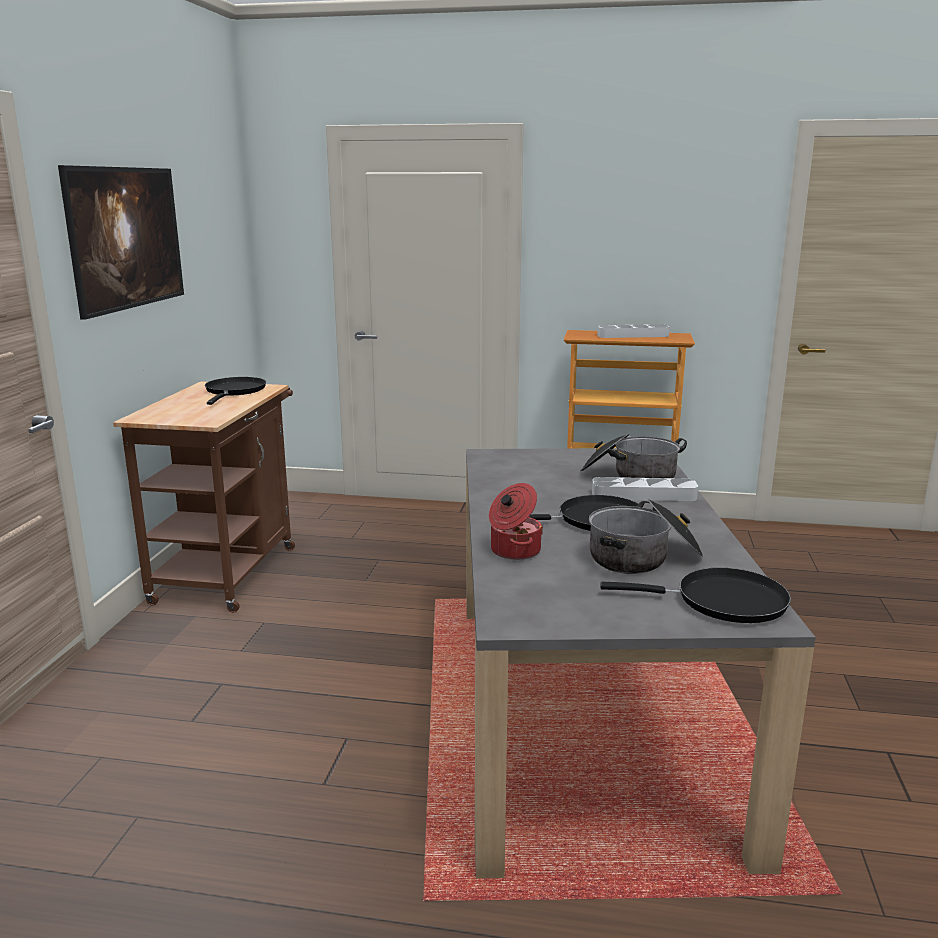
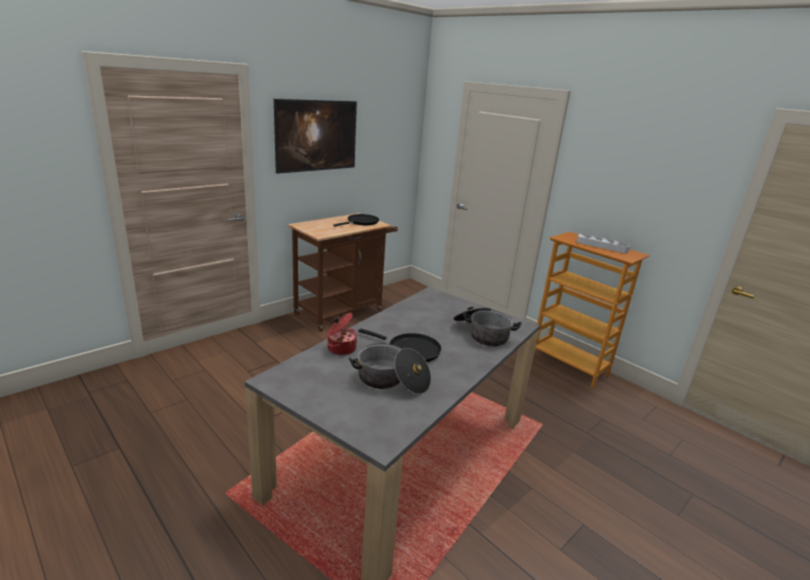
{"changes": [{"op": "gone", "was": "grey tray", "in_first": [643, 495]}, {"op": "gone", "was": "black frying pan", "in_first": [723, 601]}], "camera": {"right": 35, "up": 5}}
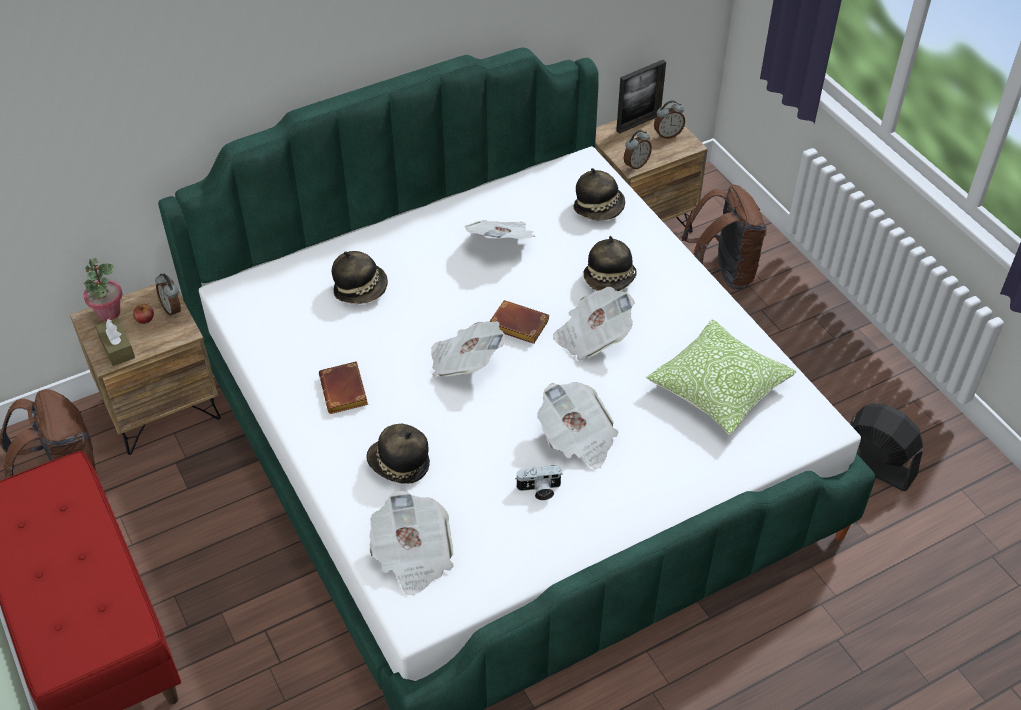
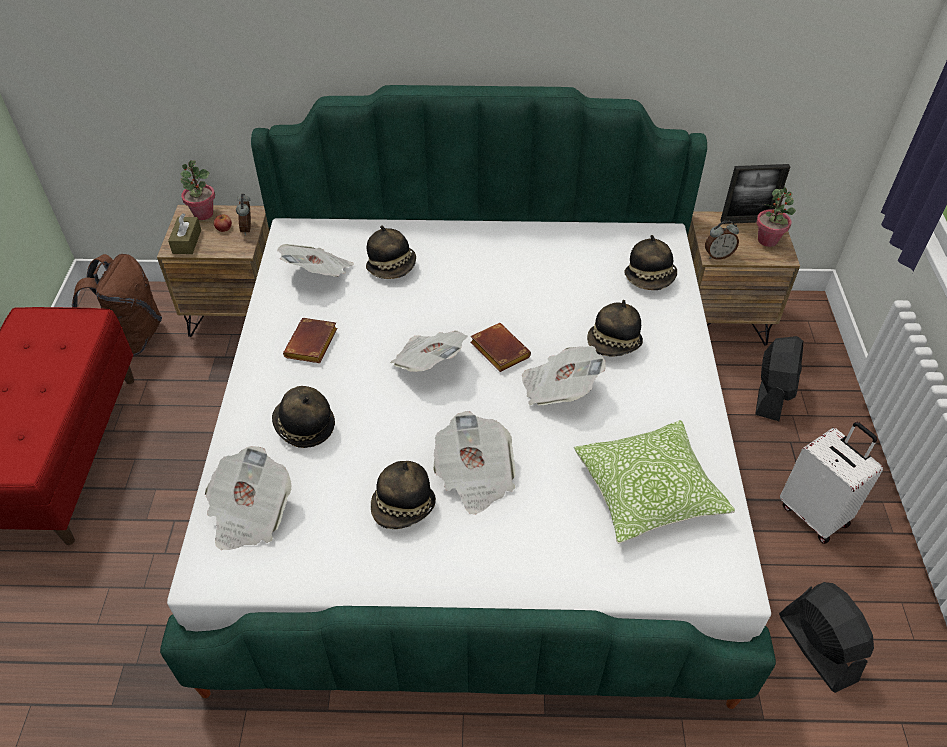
{"changes": [{"op": "shifted", "was": "newspaper", "in_first": [502, 243], "in_second": [319, 274]}, {"op": "swapped", "was": "photo camera", "now": "hat", "in_first": [539, 490], "in_second": [403, 508]}, {"op": "swapped", "was": "brown backpack", "now": "black fan", "in_first": [722, 273], "in_second": [772, 393]}, {"op": "swapped", "was": "alarm clock", "now": "potted plant", "in_first": [667, 135], "in_second": [767, 240]}, {"op": "new", "now": "white suitcase", "in_second": [814, 514]}], "camera": {"right": 30, "up": 0}}
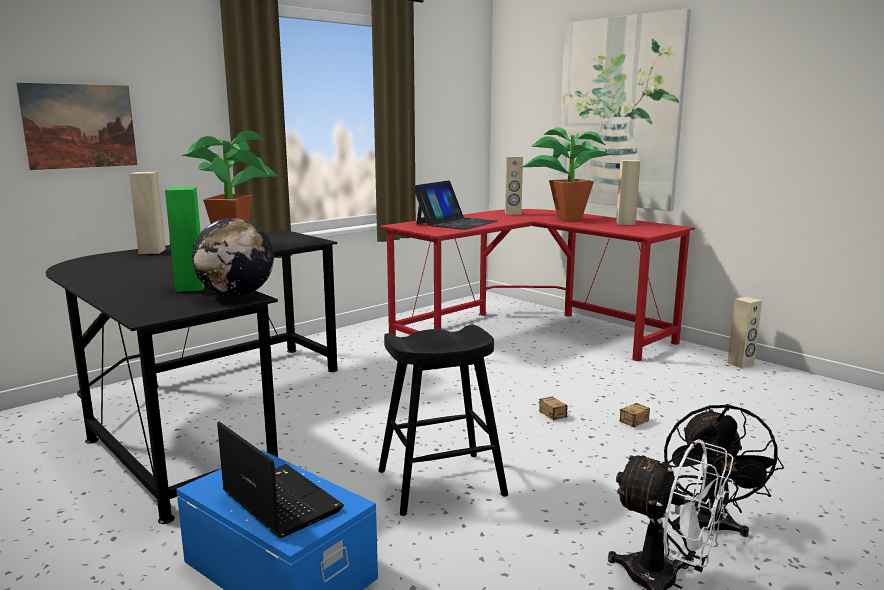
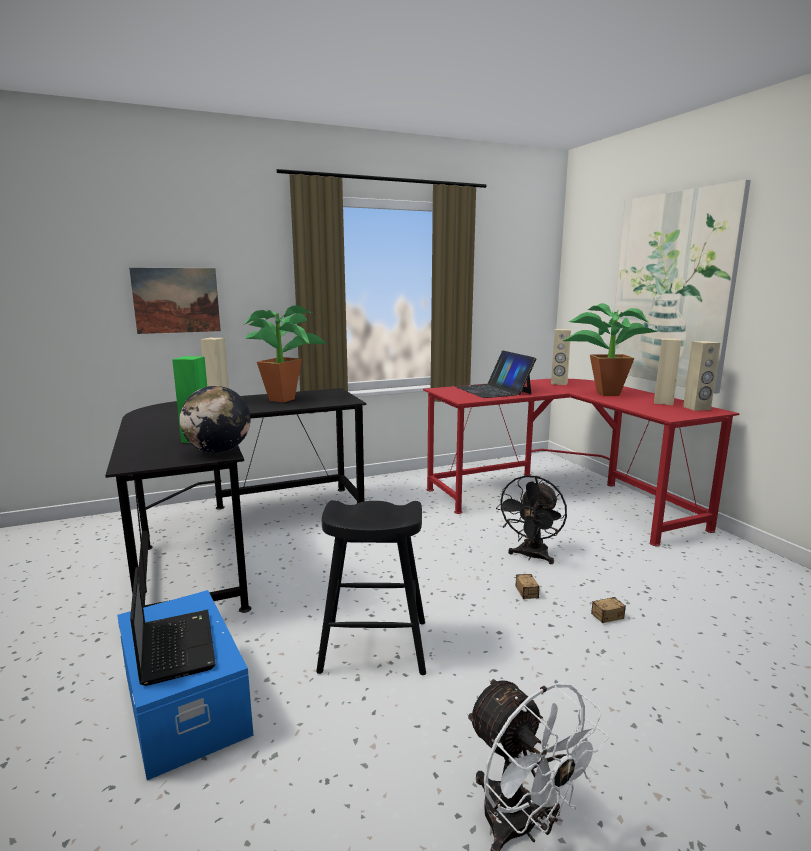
{"changes": [{"op": "rotated", "was": "laptop", "in_first": [456, 222], "in_second": [493, 390], "clockwise": 105}, {"op": "shifted", "was": "black fan", "in_first": [708, 528], "in_second": [531, 556]}, {"op": "shifted", "was": "beige speaker", "in_first": [741, 364], "in_second": [697, 408]}], "camera": {"right": 20, "up": 0}}
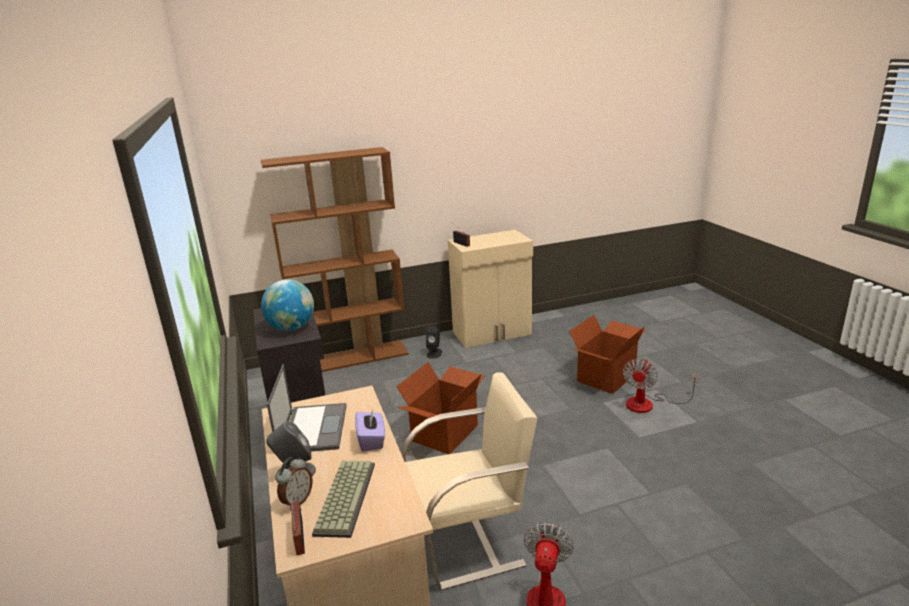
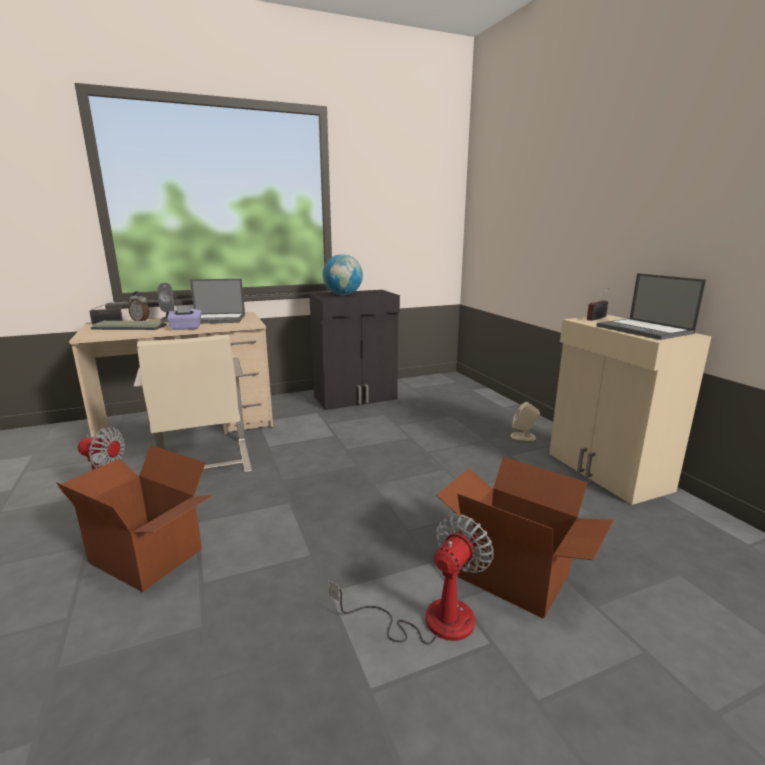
{"changes": [{"op": "shifted", "was": "cardboard box", "in_first": [444, 432], "in_second": [148, 555]}, {"op": "rotated", "was": "fan", "in_first": [648, 404], "in_second": [430, 620], "clockwise": 105}, {"op": "repainted", "was": "black speaker", "now": "beige speaker", "in_first": [434, 353], "in_second": [523, 437]}, {"op": "new", "now": "laptop", "in_second": [645, 330]}, {"op": "gone", "was": "brown bookcase", "in_first": [352, 358]}], "camera": {"right": 85, "up": -5}}
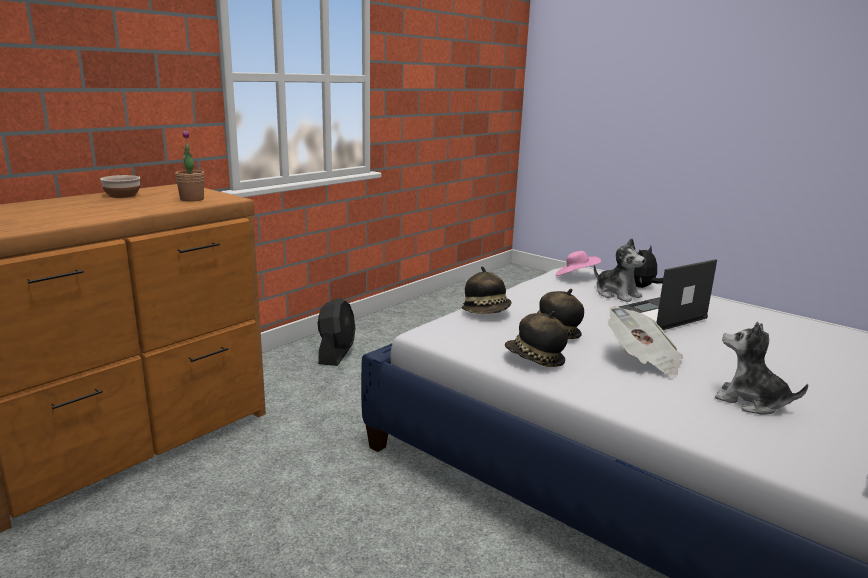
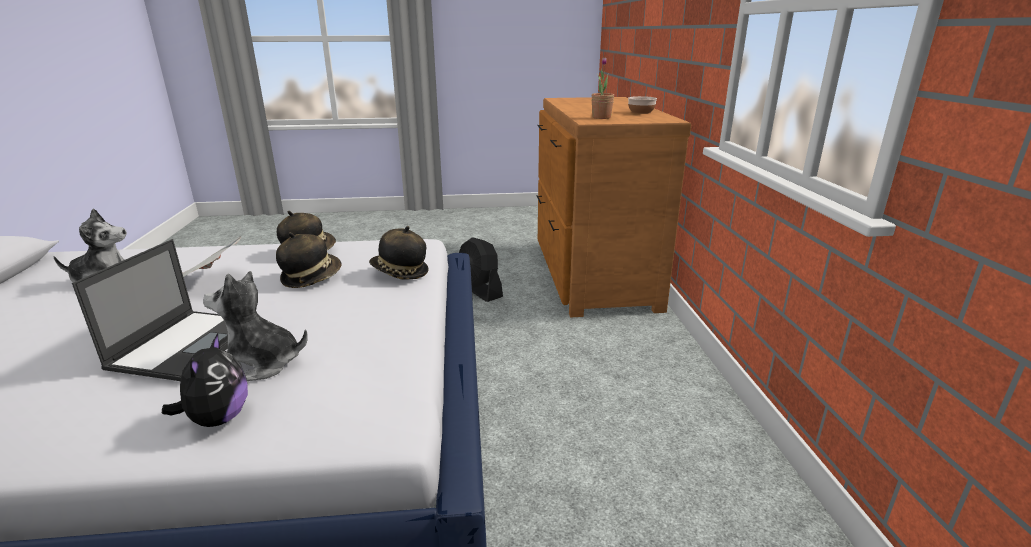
{"changes": [{"op": "shifted", "was": "black fan", "in_first": [336, 353], "in_second": [480, 290]}, {"op": "gone", "was": "pink hat", "in_first": [576, 277]}], "camera": {"right": 135, "up": 5}}
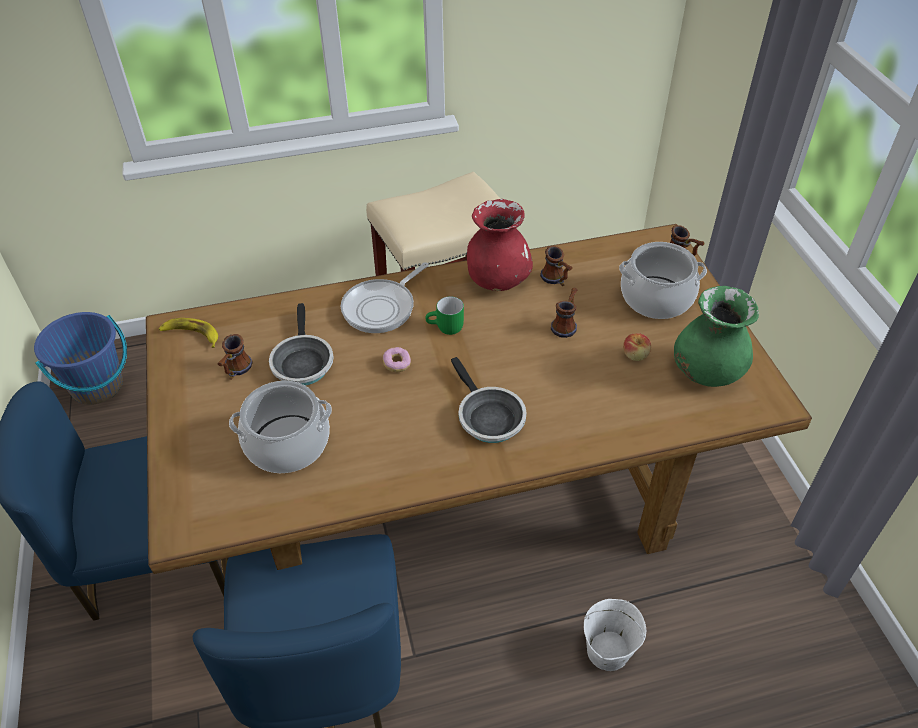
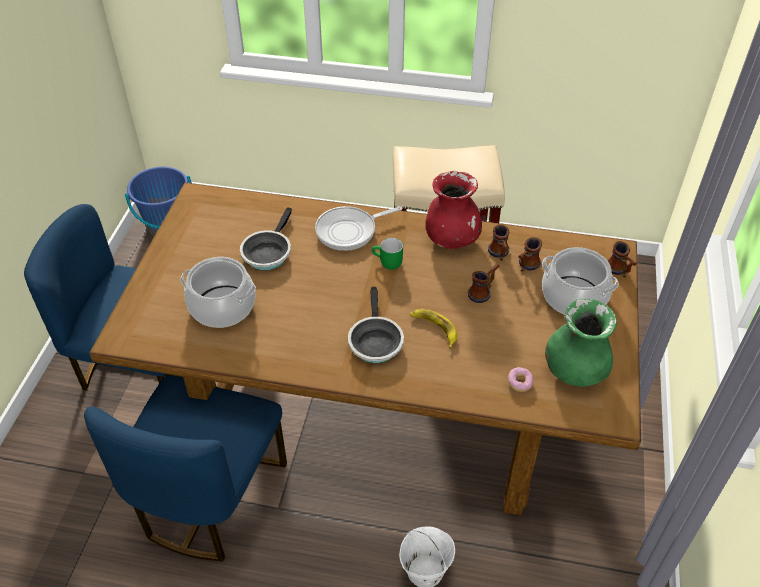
{"changes": [{"op": "shifted", "was": "banana", "in_first": [191, 335], "in_second": [434, 328]}, {"op": "shifted", "was": "donut", "in_first": [397, 364], "in_second": [519, 383]}, {"op": "shifted", "was": "mug", "in_first": [235, 371], "in_second": [526, 266]}, {"op": "gone", "was": "apple", "in_first": [635, 355]}], "camera": {"right": 25, "up": 0}}
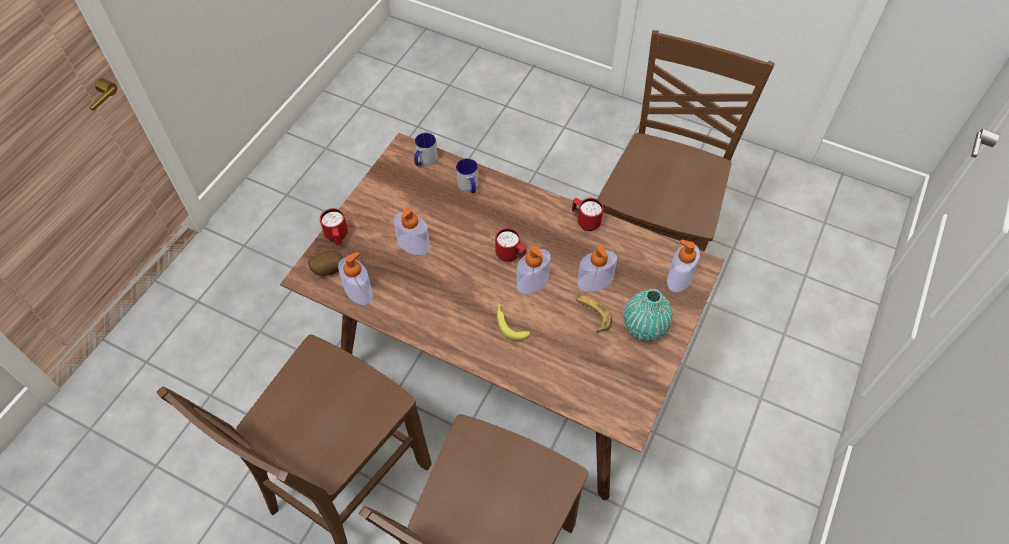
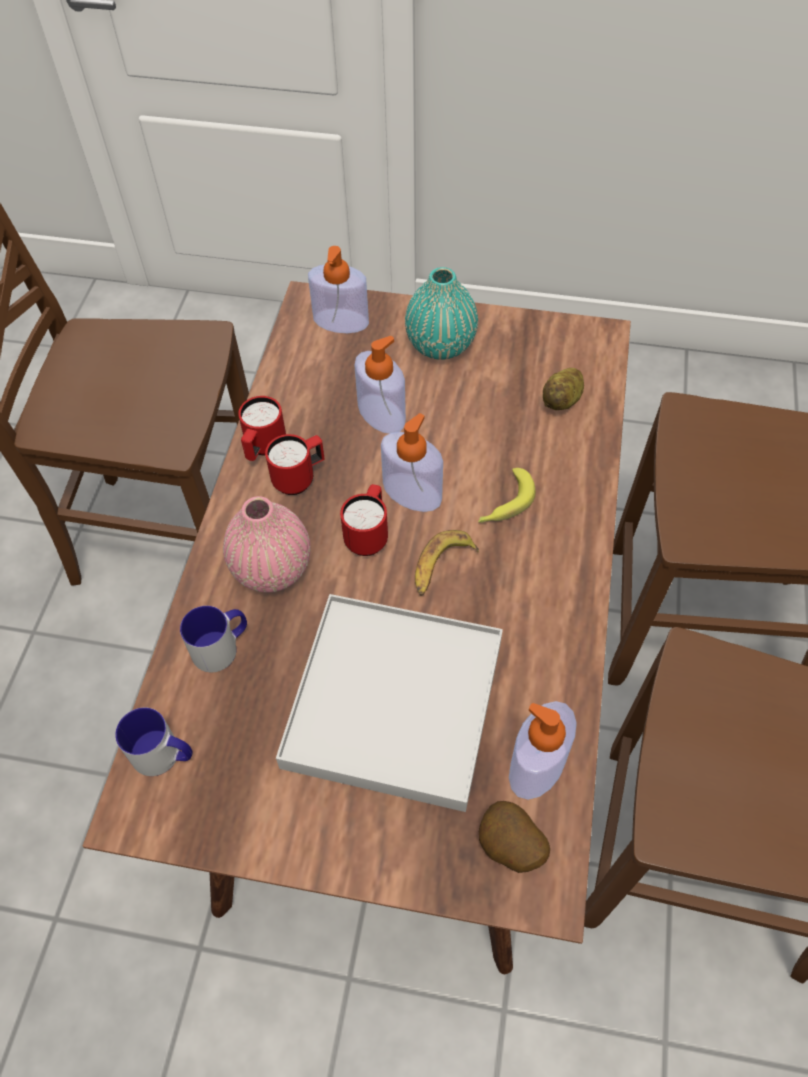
{"changes": [{"op": "new", "now": "pink vase", "in_second": [272, 568]}, {"op": "shifted", "was": "red mug", "in_first": [337, 237], "in_second": [299, 478]}, {"op": "swapped", "was": "soap dispenser", "now": "white tray", "in_first": [413, 244], "in_second": [393, 702]}, {"op": "shifted", "was": "banana", "in_first": [592, 314], "in_second": [441, 567]}, {"op": "new", "now": "potato", "in_second": [563, 400]}], "camera": {"right": -105, "up": 0}}
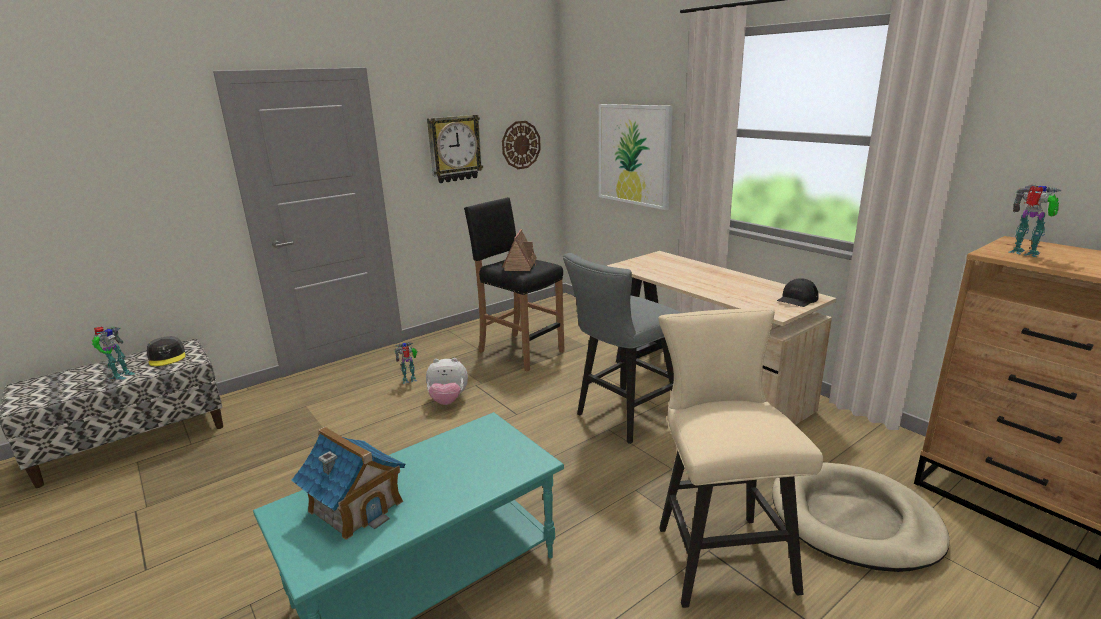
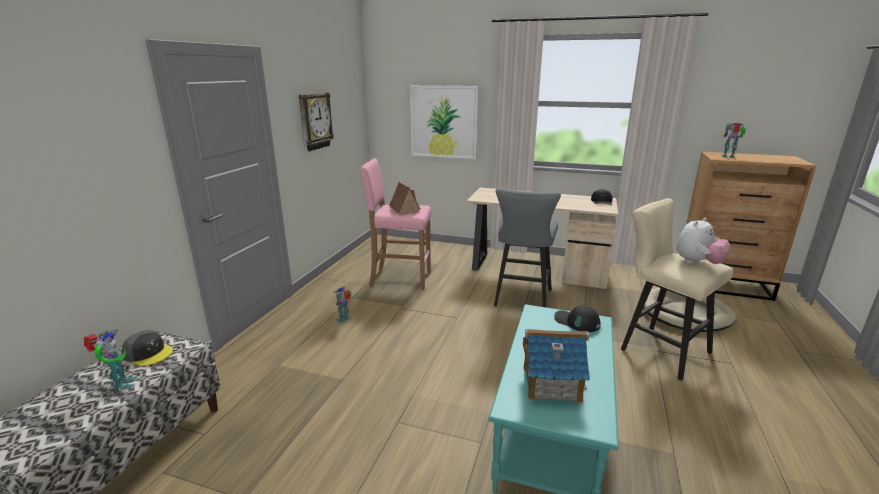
{"changes": [{"op": "repainted", "was": "black stool", "now": "pink stool", "in_first": [520, 351], "in_second": [400, 278]}, {"op": "new", "now": "black cap", "in_second": [576, 322]}, {"op": "shifted", "was": "plush toy", "in_first": [448, 400], "in_second": [697, 263]}, {"op": "gone", "was": "wall clock", "in_first": [521, 145]}], "camera": {"right": -35, "up": 0}}
